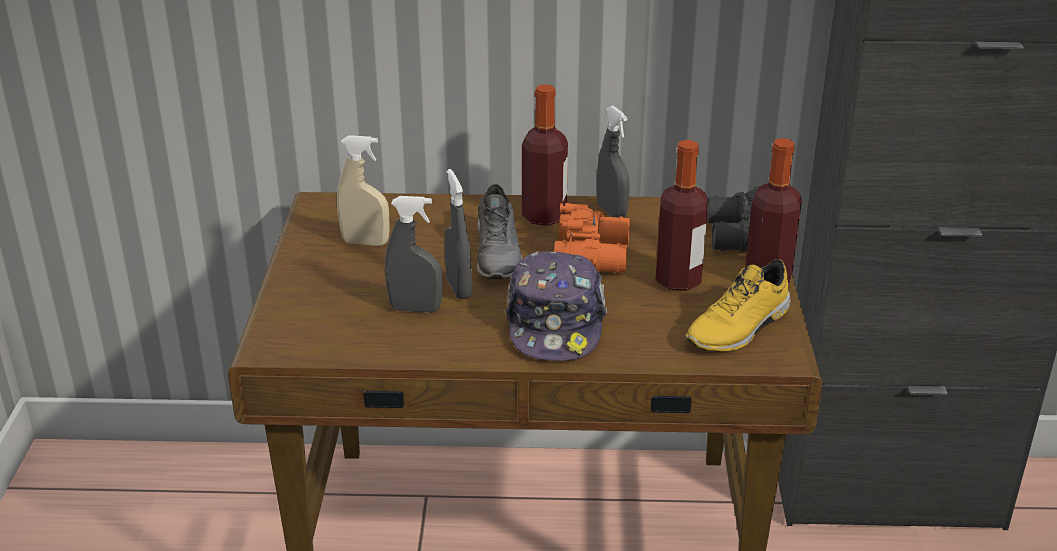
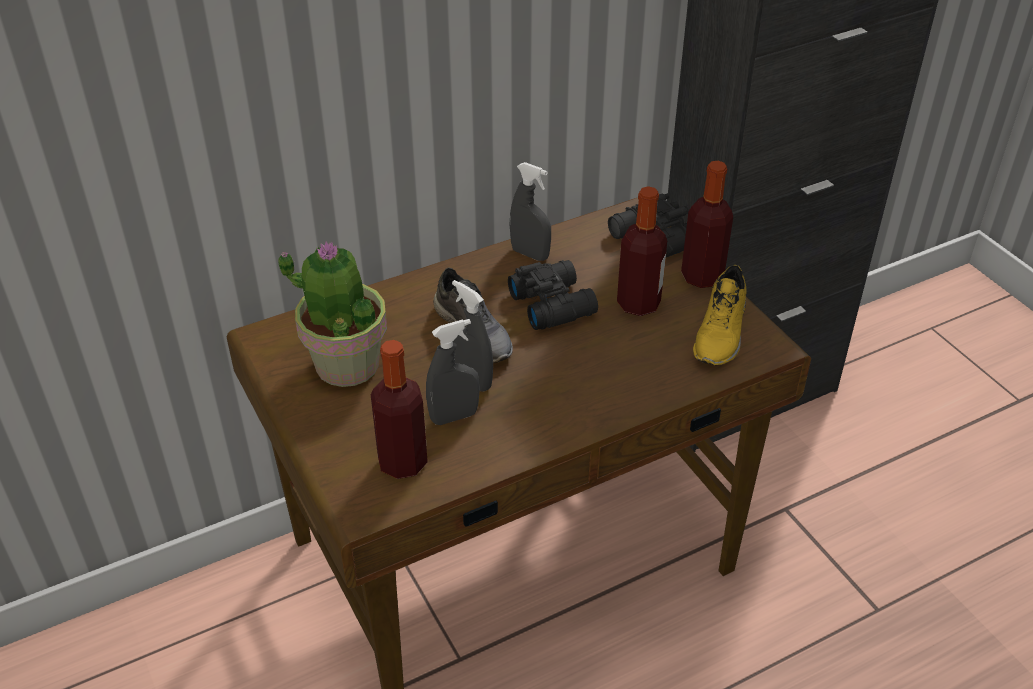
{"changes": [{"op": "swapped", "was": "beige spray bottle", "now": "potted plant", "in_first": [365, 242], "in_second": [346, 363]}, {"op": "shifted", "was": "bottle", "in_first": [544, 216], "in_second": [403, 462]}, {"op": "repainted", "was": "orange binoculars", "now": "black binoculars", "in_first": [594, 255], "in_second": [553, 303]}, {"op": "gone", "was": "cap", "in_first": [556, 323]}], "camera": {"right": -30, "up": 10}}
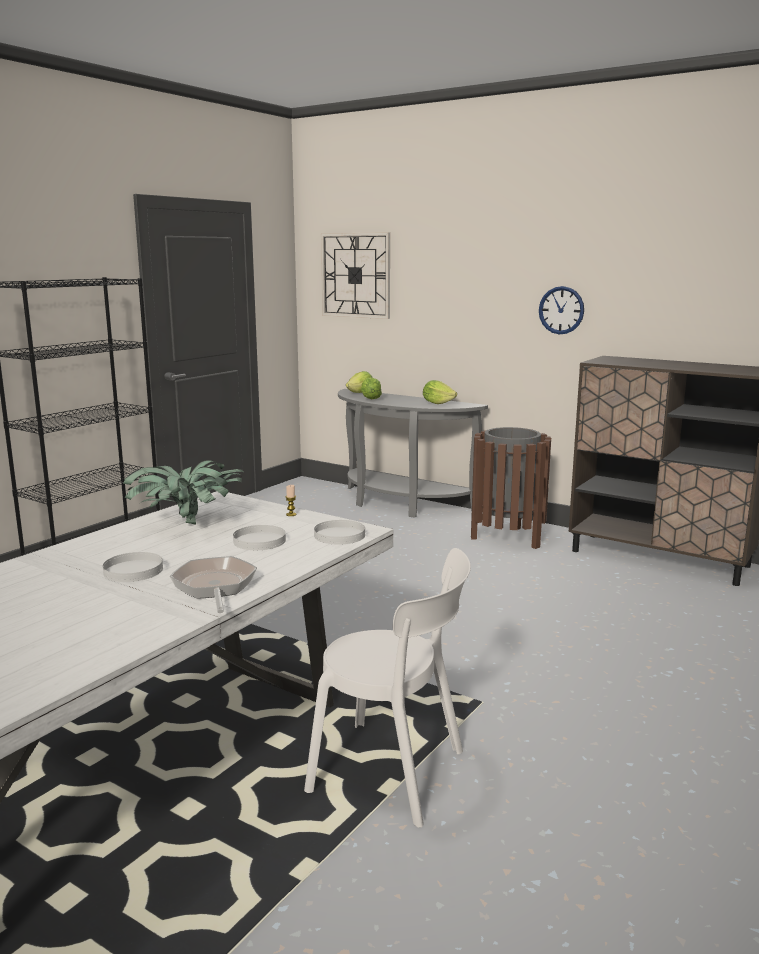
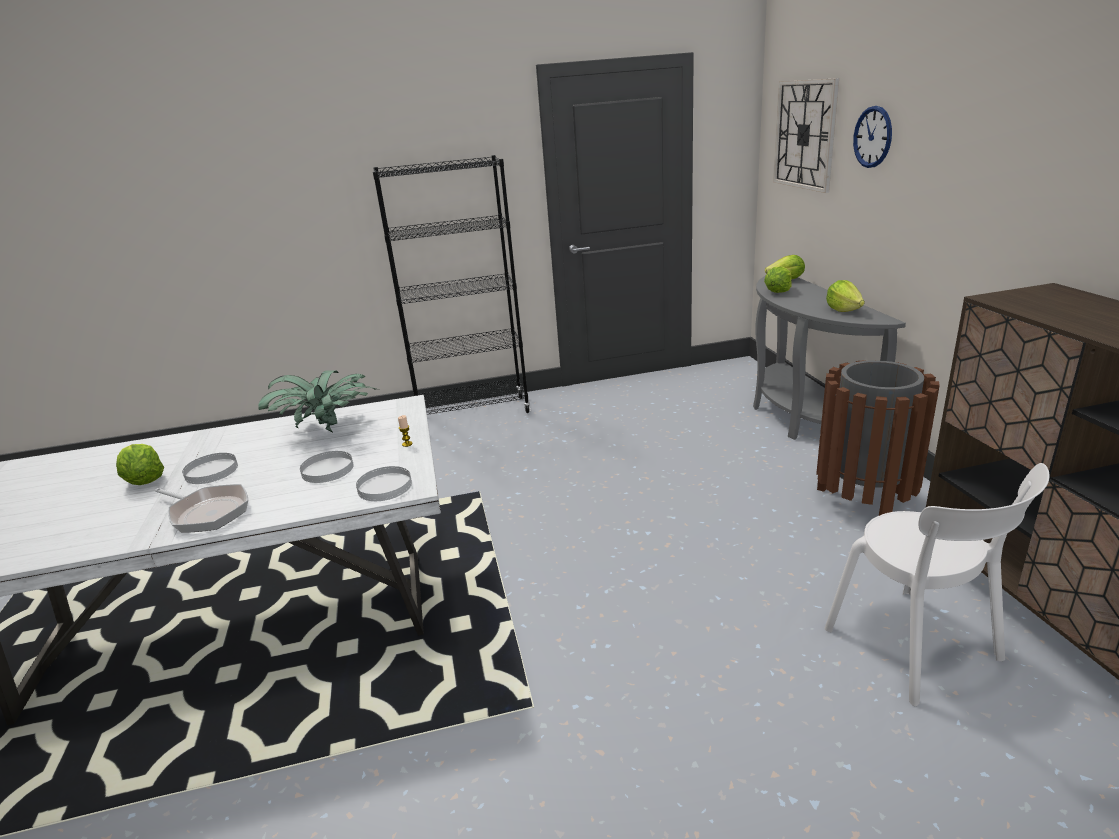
{"changes": [{"op": "new", "now": "lettuce", "in_second": [144, 481]}, {"op": "rotated", "was": "frying pan", "in_first": [214, 587], "in_second": [207, 512], "clockwise": 90}, {"op": "shifted", "was": "white chair", "in_first": [394, 773], "in_second": [917, 648]}, {"op": "shifted", "was": "wall clock", "in_first": [561, 310], "in_second": [872, 137]}], "camera": {"right": 45, "up": 10}}
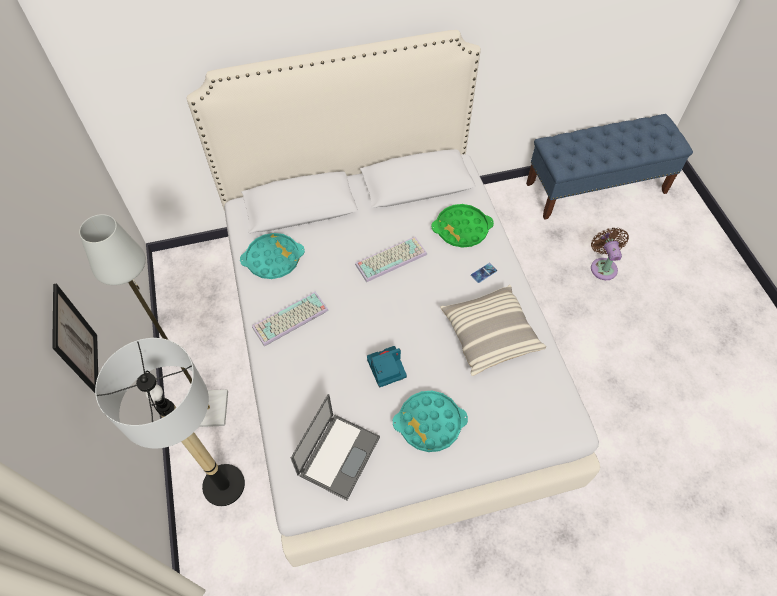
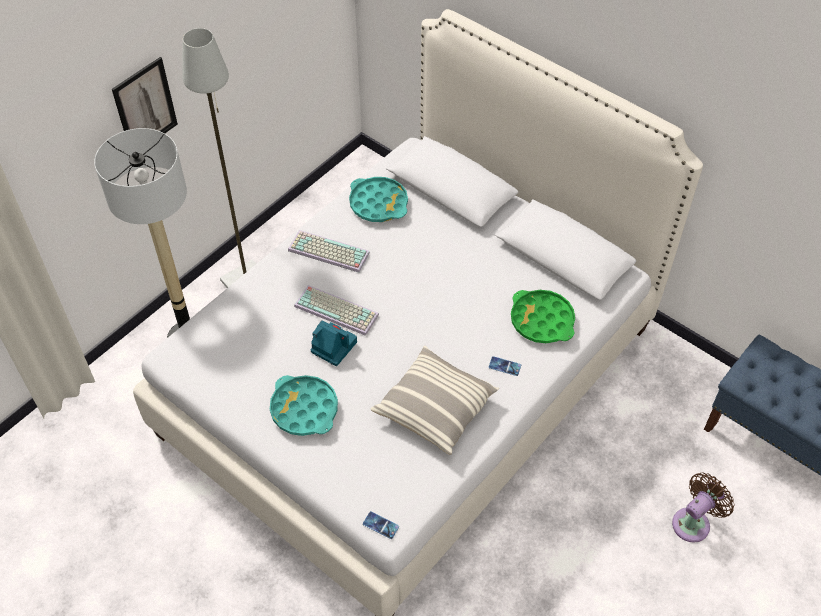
{"changes": [{"op": "shifted", "was": "keyboard", "in_first": [391, 258], "in_second": [338, 310]}, {"op": "new", "now": "phone", "in_second": [380, 525]}, {"op": "gone", "was": "laptop", "in_first": [339, 454]}], "camera": {"right": 55, "up": -5}}
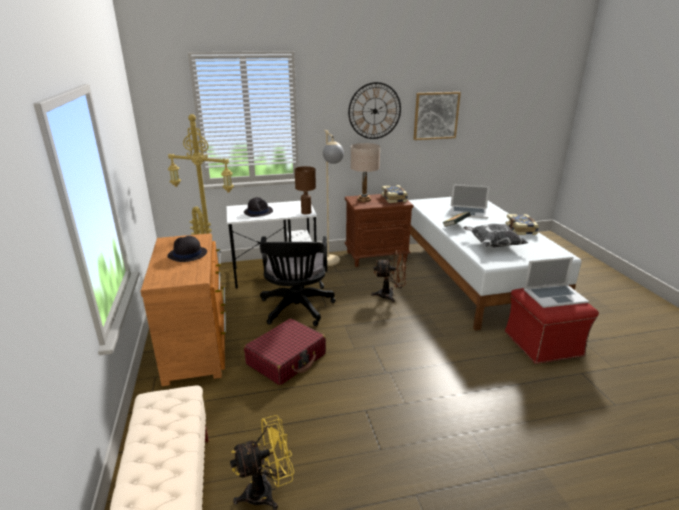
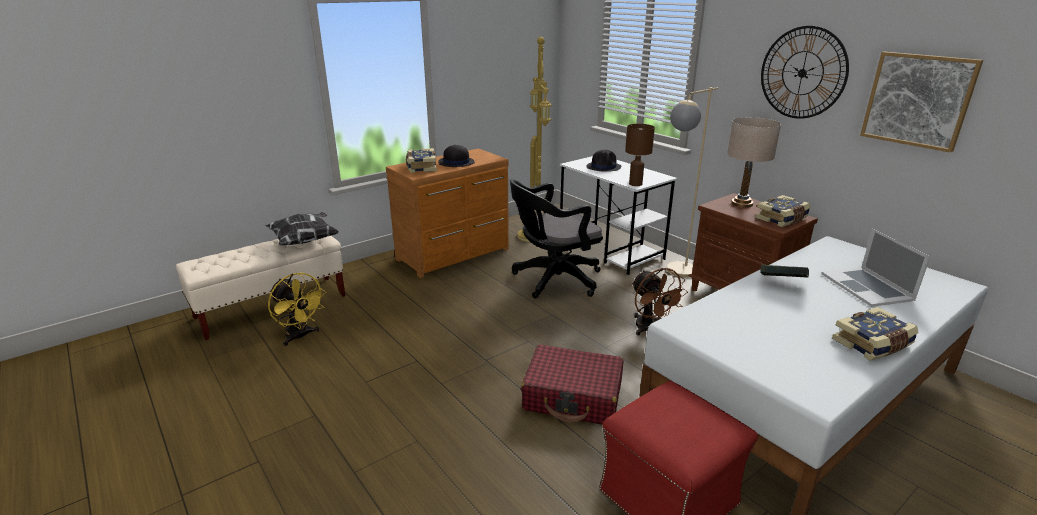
{"changes": [{"op": "shifted", "was": "pillow", "in_first": [492, 245], "in_second": [305, 241]}, {"op": "new", "now": "book", "in_second": [421, 167]}, {"op": "shifted", "was": "red suitcase", "in_first": [287, 359], "in_second": [573, 396]}, {"op": "gone", "was": "laptop", "in_first": [554, 295]}], "camera": {"right": 65, "up": 0}}
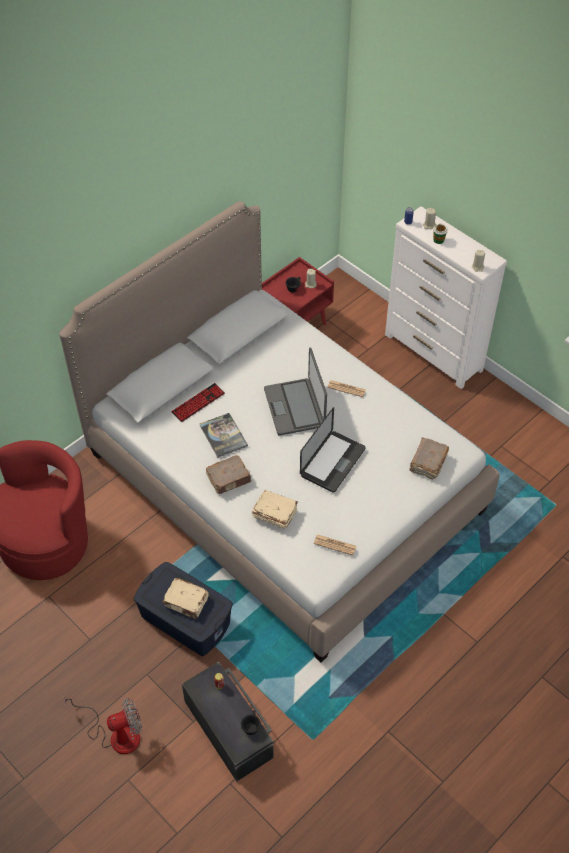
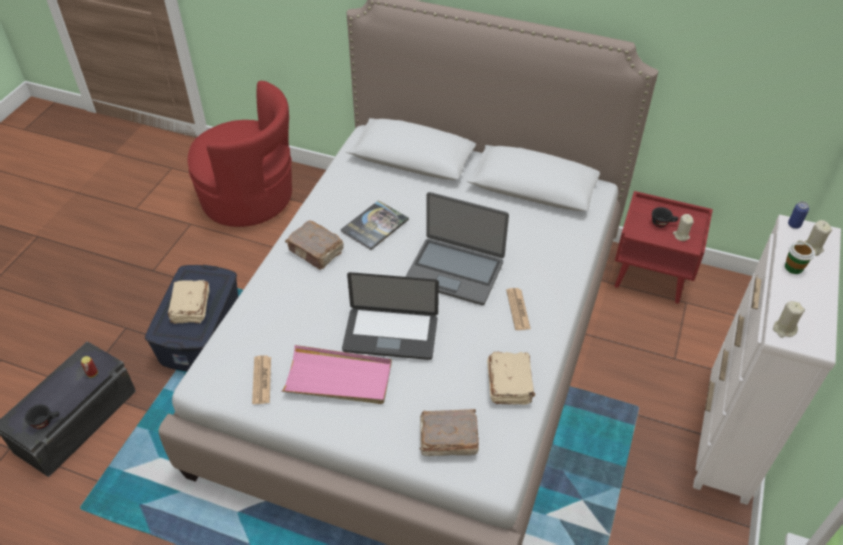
{"changes": [{"op": "new", "now": "pink tray", "in_second": [338, 378]}, {"op": "rotated", "was": "laptop", "in_first": [295, 407], "in_second": [455, 271], "clockwise": -120}, {"op": "shifted", "was": "beige book", "in_first": [274, 513], "in_second": [510, 383]}, {"op": "gone", "was": "fan", "in_first": [116, 734]}, {"op": "gone", "was": "keyboard", "in_first": [198, 403]}], "camera": {"right": 65, "up": -5}}
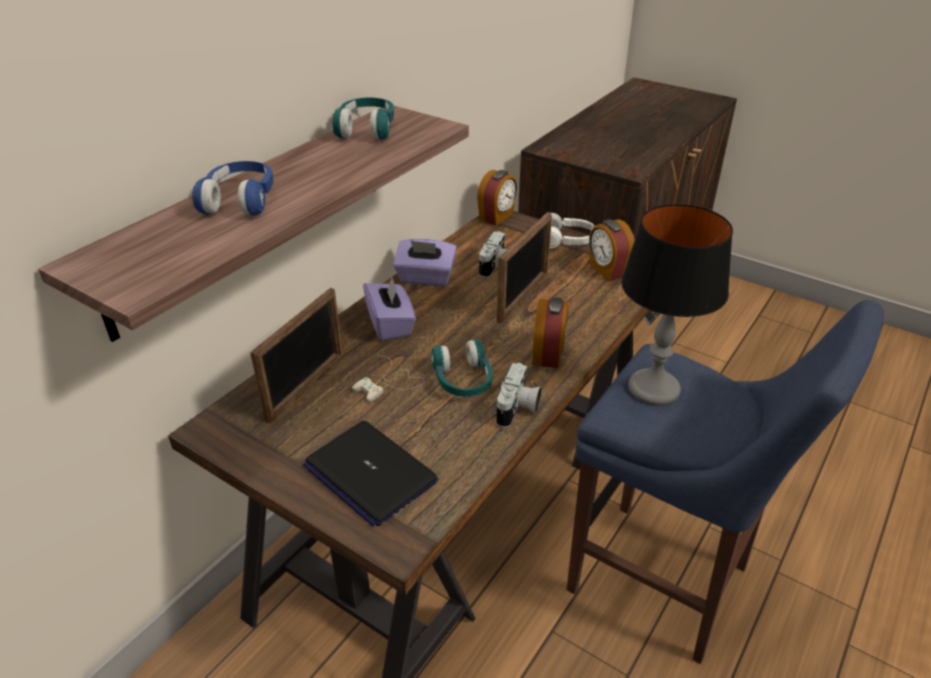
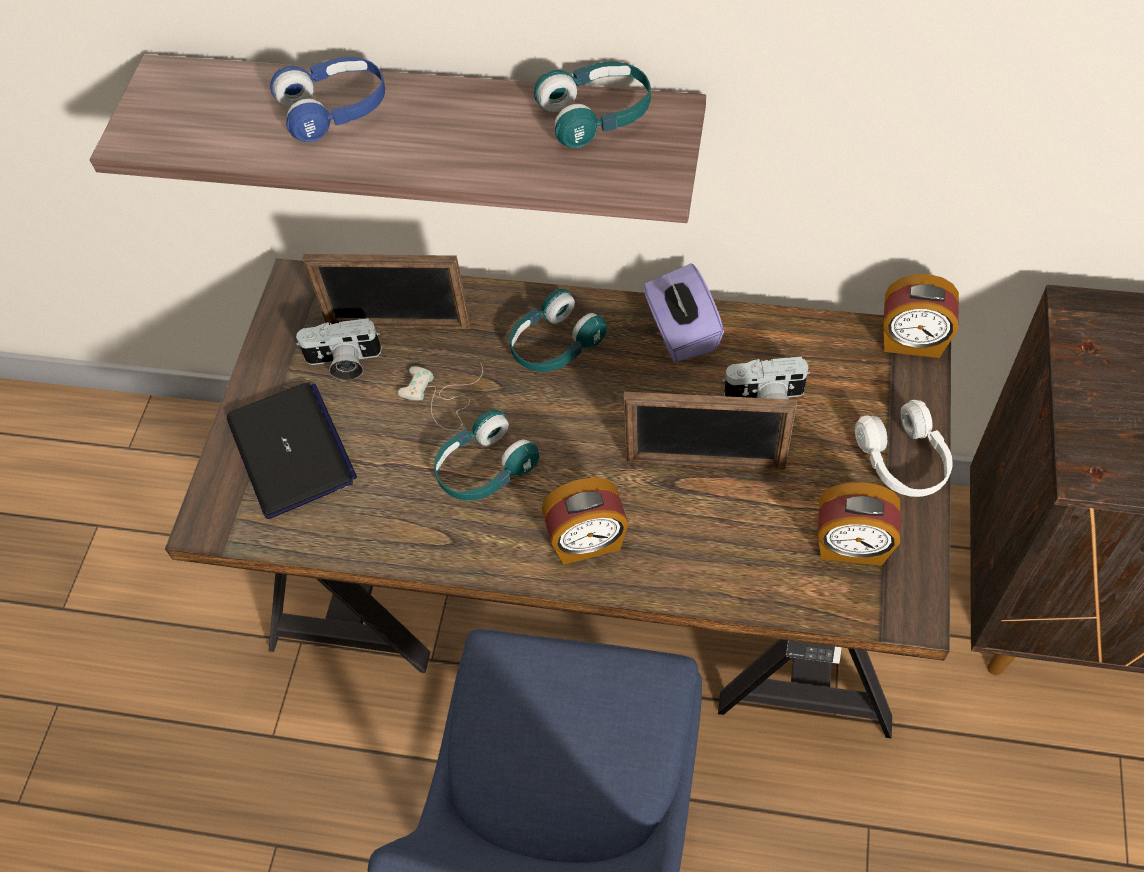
{"changes": [{"op": "rotated", "was": "laptop", "in_first": [369, 473], "in_second": [291, 451], "clockwise": 135}, {"op": "shifted", "was": "photo camera", "in_first": [518, 409], "in_second": [343, 363]}, {"op": "swapped", "was": "purple tissue box", "now": "turquoise headphones", "in_first": [390, 325], "in_second": [554, 345]}, {"op": "rotated", "was": "alarm clock", "in_first": [607, 270], "in_second": [851, 546], "clockwise": -120}, {"op": "gone", "was": "table lamp", "in_first": [654, 388]}], "camera": {"right": 70, "up": 20}}
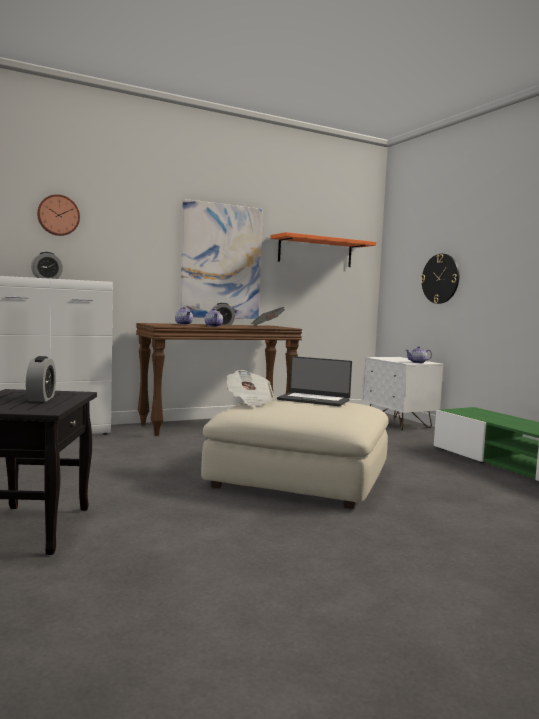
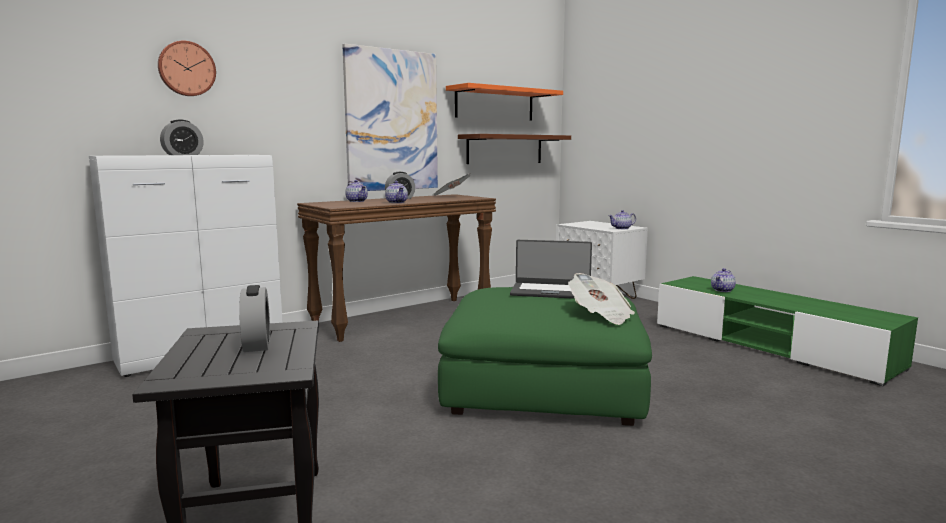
{"changes": [{"op": "repainted", "was": "beige ottoman", "now": "green ottoman", "in_first": [300, 476], "in_second": [543, 384]}, {"op": "new", "now": "brown shelf", "in_second": [505, 149]}, {"op": "shifted", "was": "newspaper", "in_first": [249, 402], "in_second": [600, 316]}, {"op": "new", "now": "teapot", "in_second": [722, 290]}, {"op": "gone", "was": "wall clock", "in_first": [440, 278]}], "camera": {"right": -10, "up": 5}}
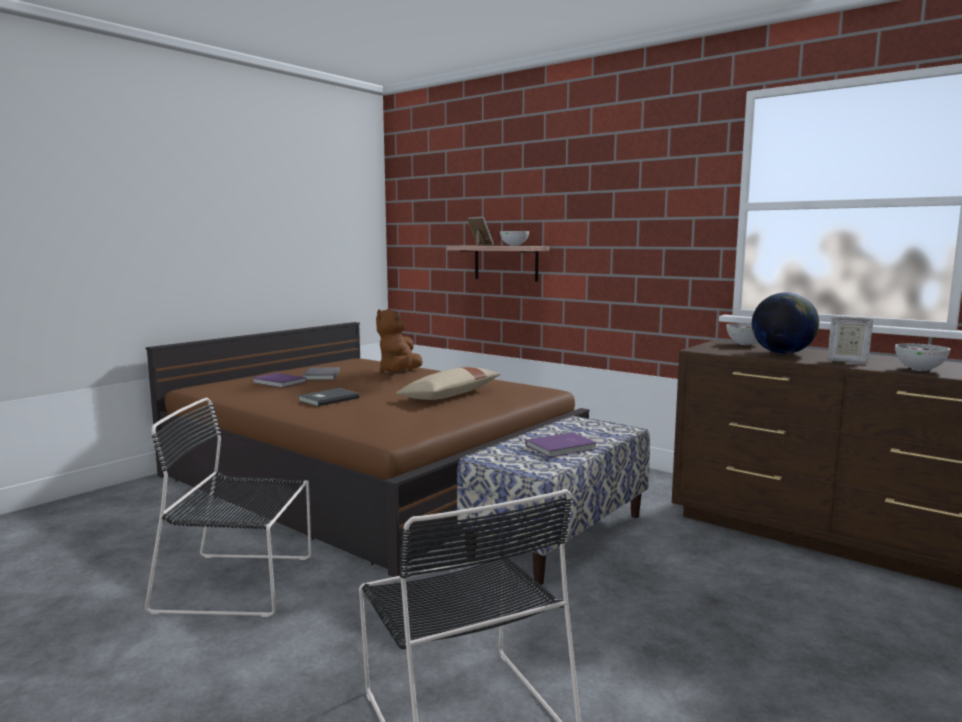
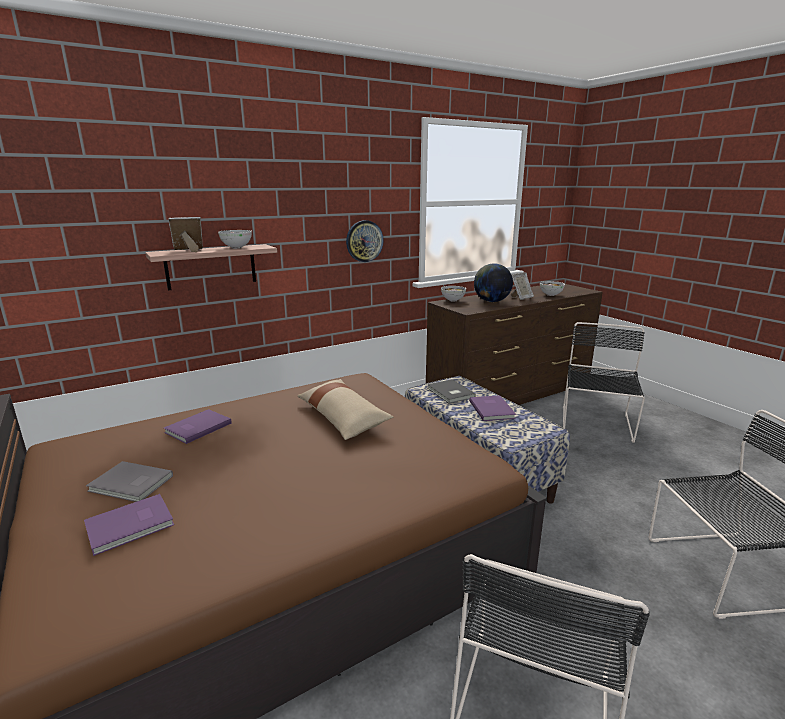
{"changes": [{"op": "swapped", "was": "brown plush toy", "now": "purple book", "in_first": [399, 373], "in_second": [196, 428]}, {"op": "new", "now": "wall clock", "in_second": [364, 241]}, {"op": "shifted", "was": "grey book", "in_first": [327, 399], "in_second": [450, 393]}, {"op": "new", "now": "black chair", "in_second": [596, 424]}], "camera": {"right": -70, "up": 10}}
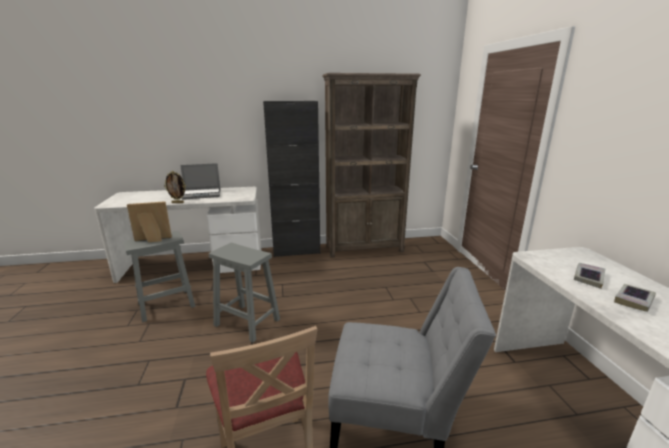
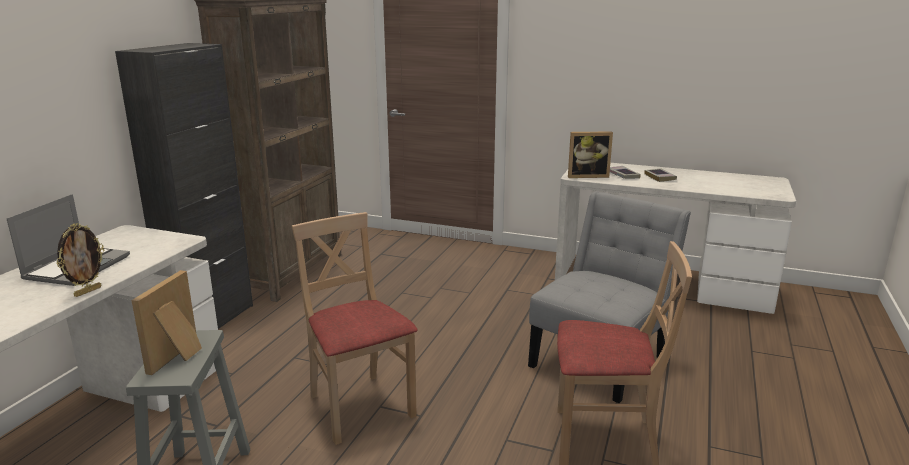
{"changes": [{"op": "swapped", "was": "grey stool", "now": "beige chair", "in_first": [248, 322], "in_second": [359, 406]}, {"op": "new", "now": "picture frame", "in_second": [587, 176]}], "camera": {"right": -60, "up": 0}}
